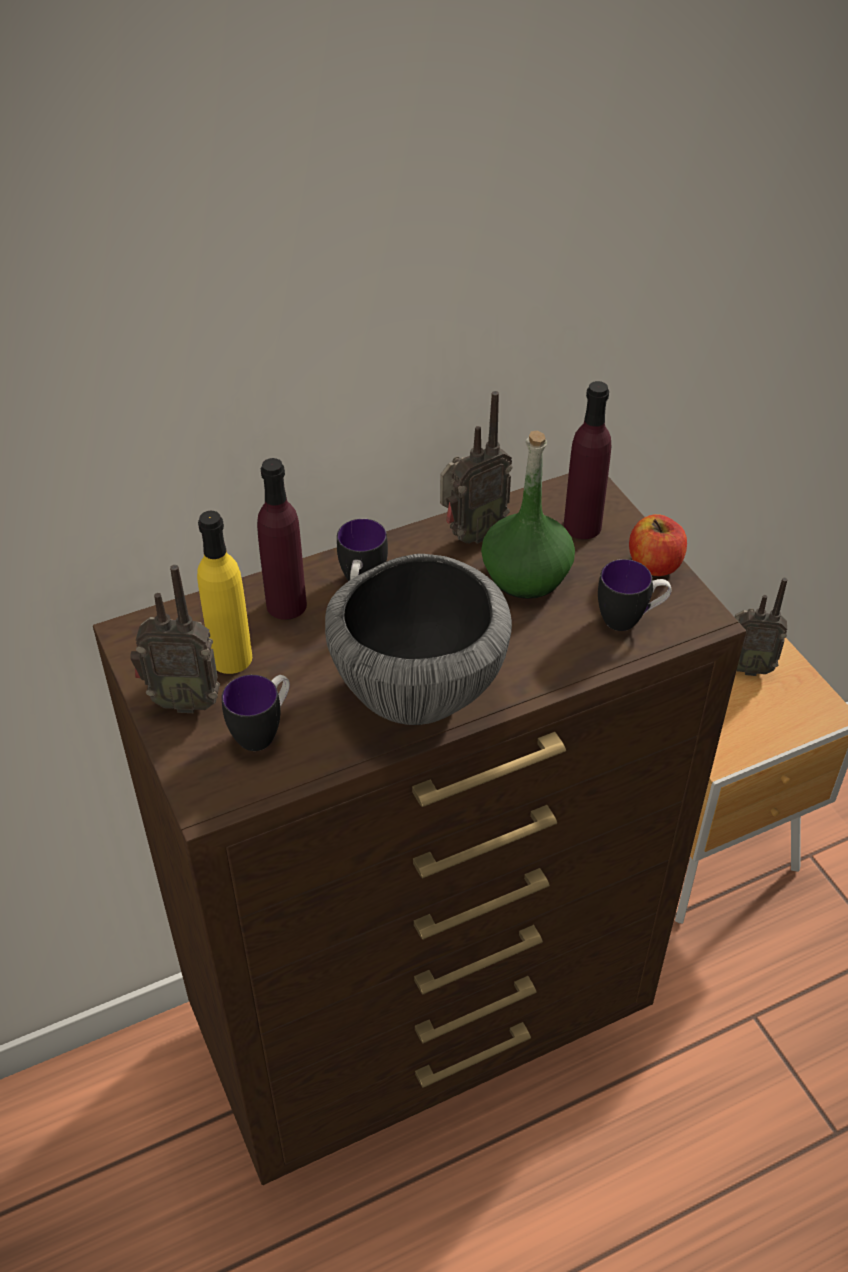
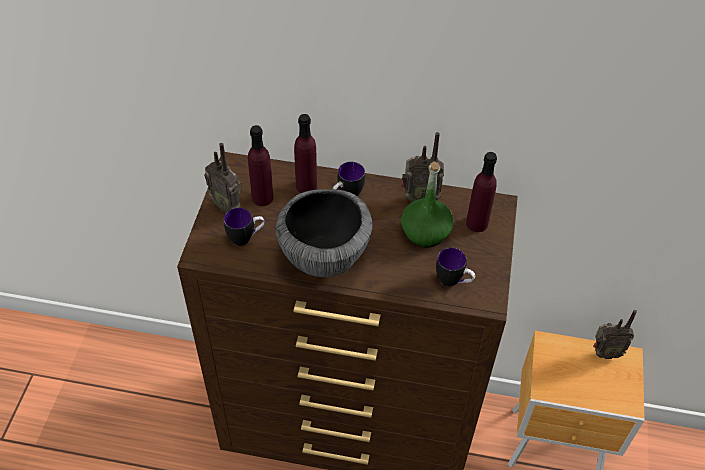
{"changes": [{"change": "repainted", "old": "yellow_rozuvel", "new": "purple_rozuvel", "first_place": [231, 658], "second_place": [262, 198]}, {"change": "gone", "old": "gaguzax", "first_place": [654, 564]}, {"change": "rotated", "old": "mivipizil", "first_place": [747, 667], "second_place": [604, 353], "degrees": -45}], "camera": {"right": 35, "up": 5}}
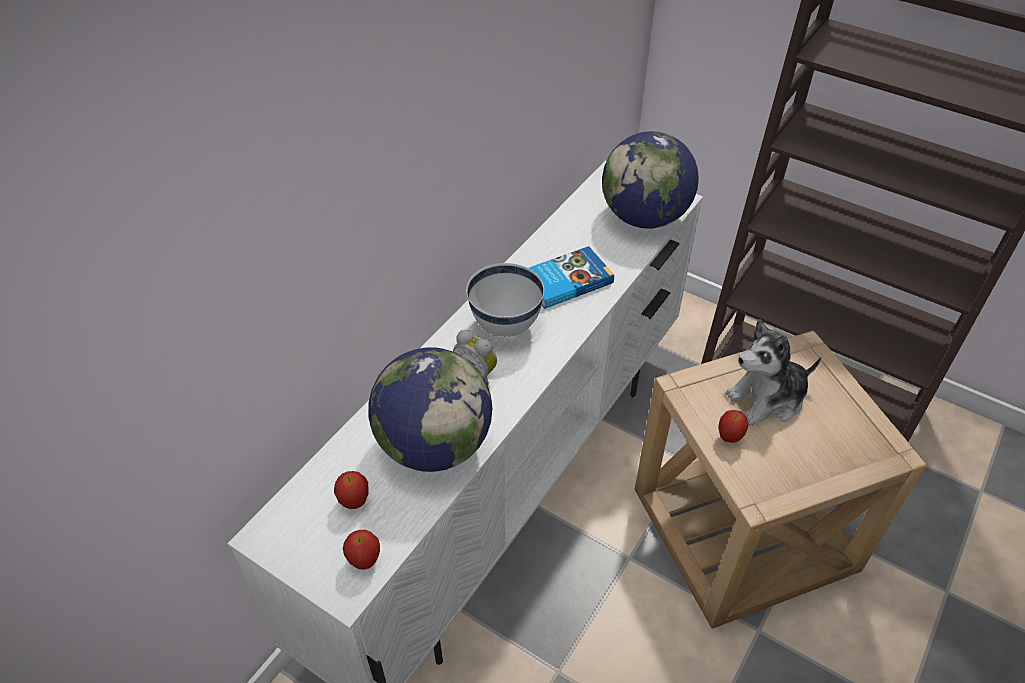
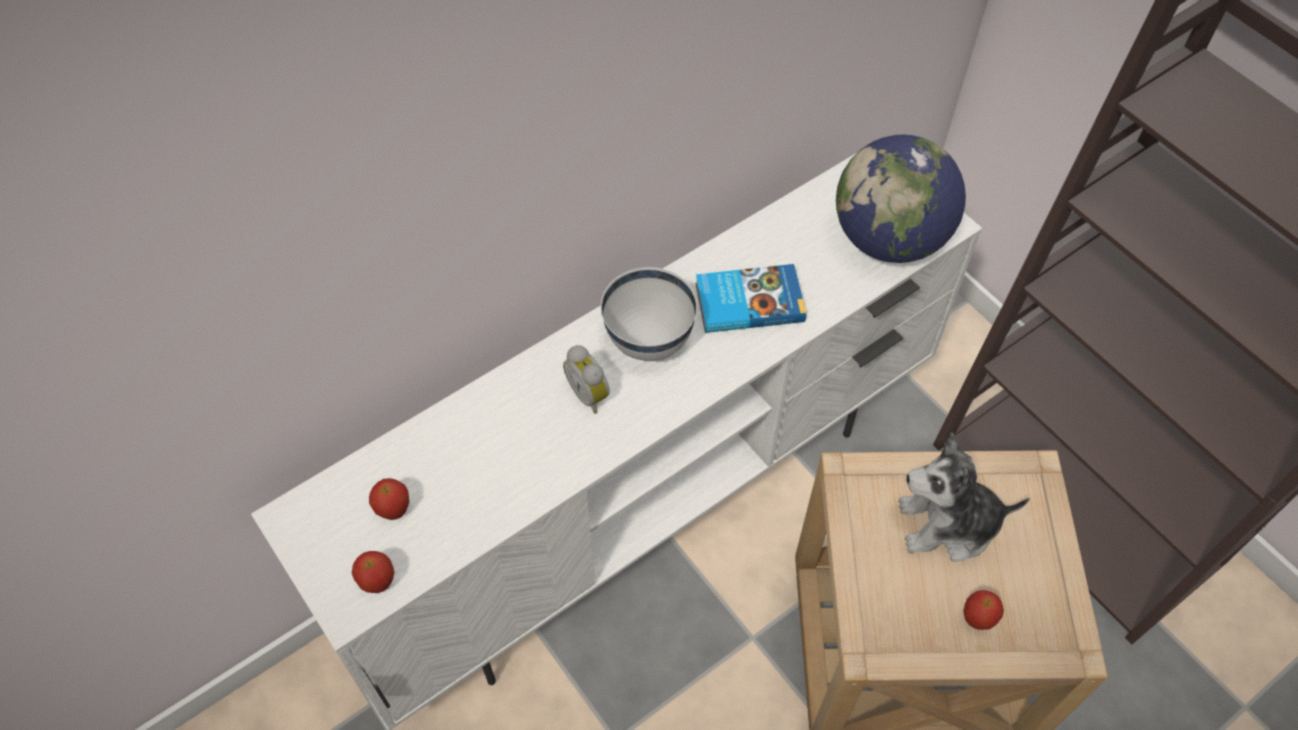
{"changes": [{"change": "gone", "old": "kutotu", "first_place": [434, 445]}, {"change": "shifted", "old": "gaguzax", "first_place": [729, 437], "second_place": [977, 619]}], "camera": {"right": 20, "up": 10}}
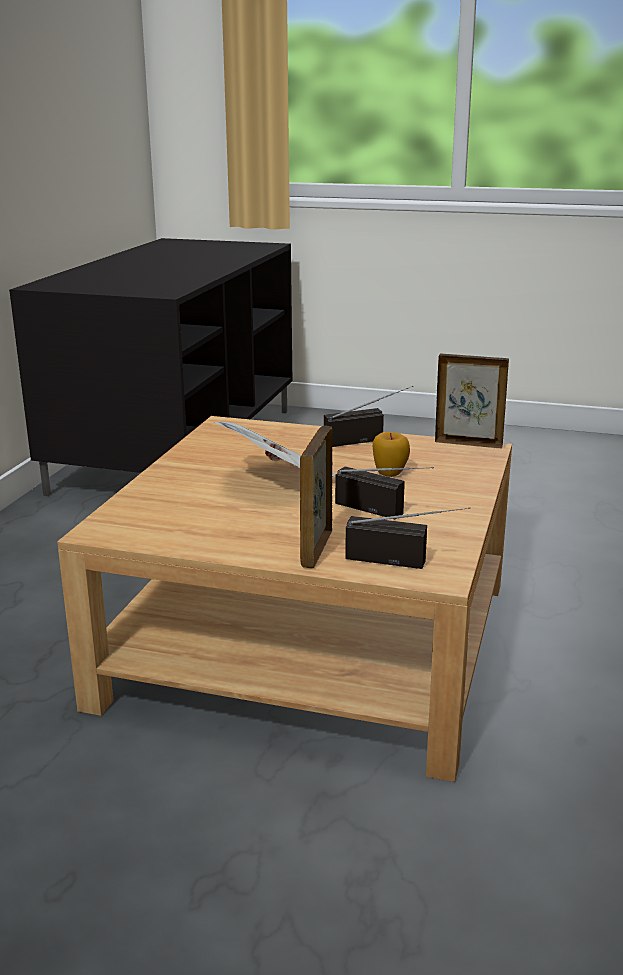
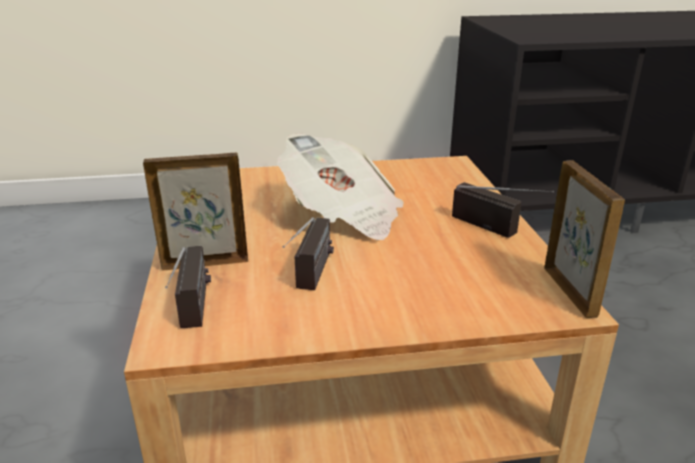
{"changes": [{"change": "gone", "old": "gaguzax", "first_place": [390, 473]}], "camera": {"right": 65, "up": 5}}
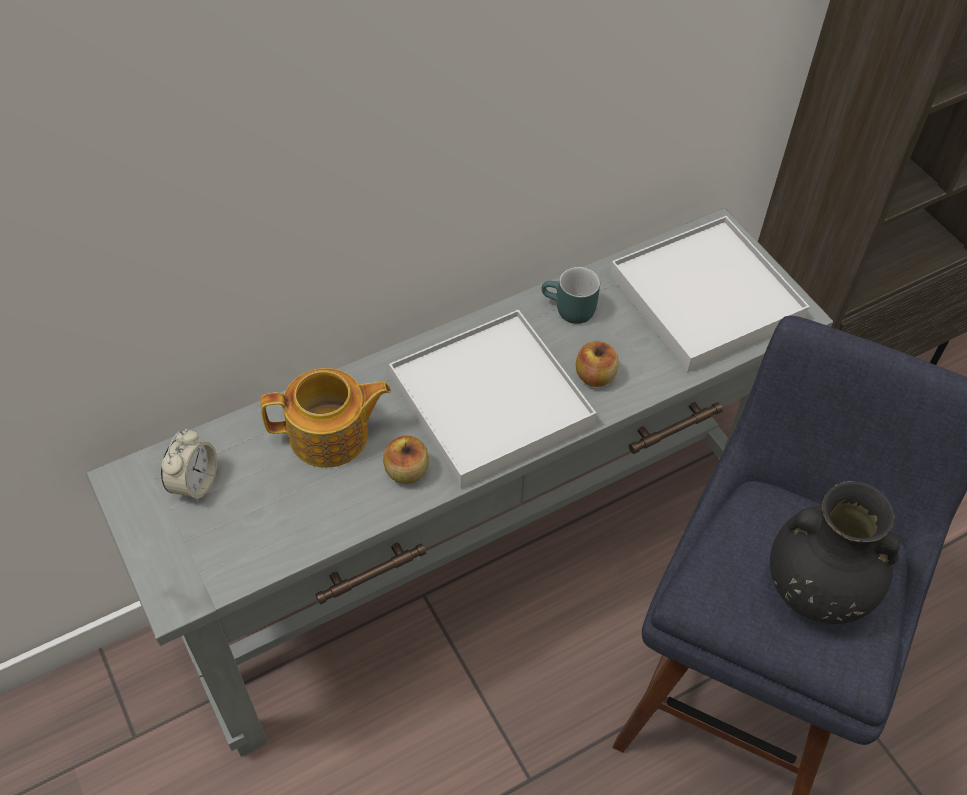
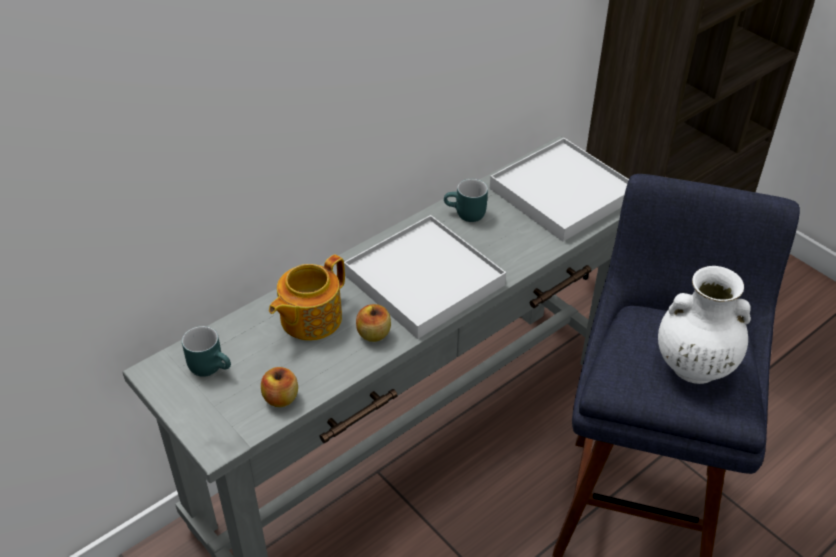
{"changes": [{"change": "shifted", "old": "gaguzax", "first_place": [595, 376], "second_place": [281, 398]}, {"change": "rotated", "old": "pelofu", "first_place": [331, 435], "second_place": [309, 319], "degrees": 150}, {"change": "swapped", "old": "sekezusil", "new": "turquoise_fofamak", "first_place": [195, 483], "second_place": [211, 366]}, {"change": "repainted", "old": "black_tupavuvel", "new": "white_tupavuvel", "first_place": [814, 590], "second_place": [692, 366]}], "camera": {"right": -10, "up": -10}}
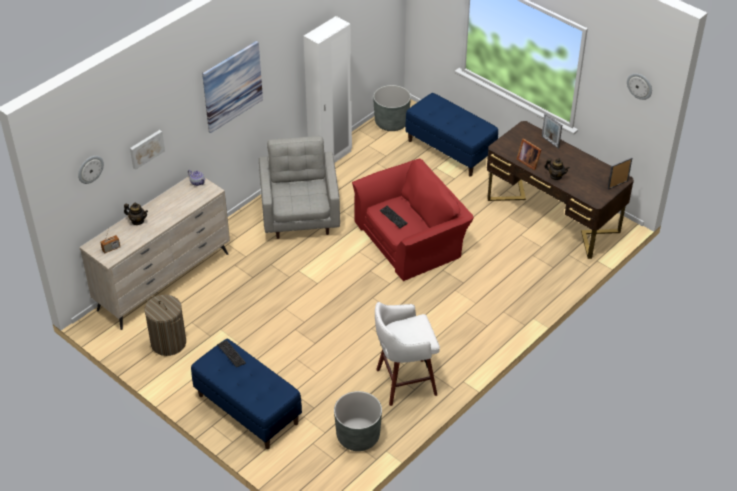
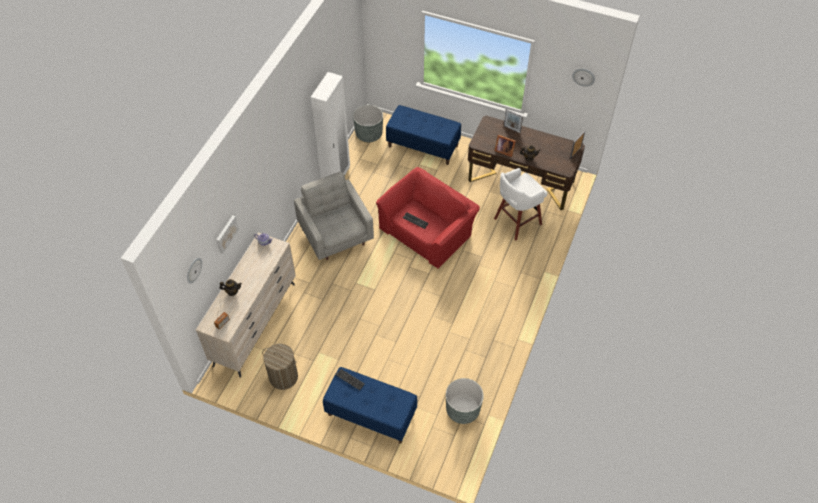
{"changes": [{"change": "gone", "old": "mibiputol", "first_place": [232, 86]}, {"change": "shifted", "old": "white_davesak", "first_place": [404, 382], "second_place": [516, 222]}], "camera": {"right": -20, "up": 10}}
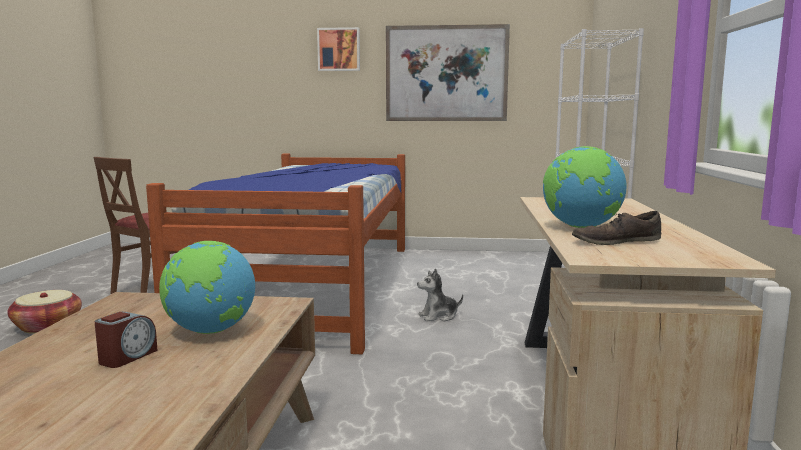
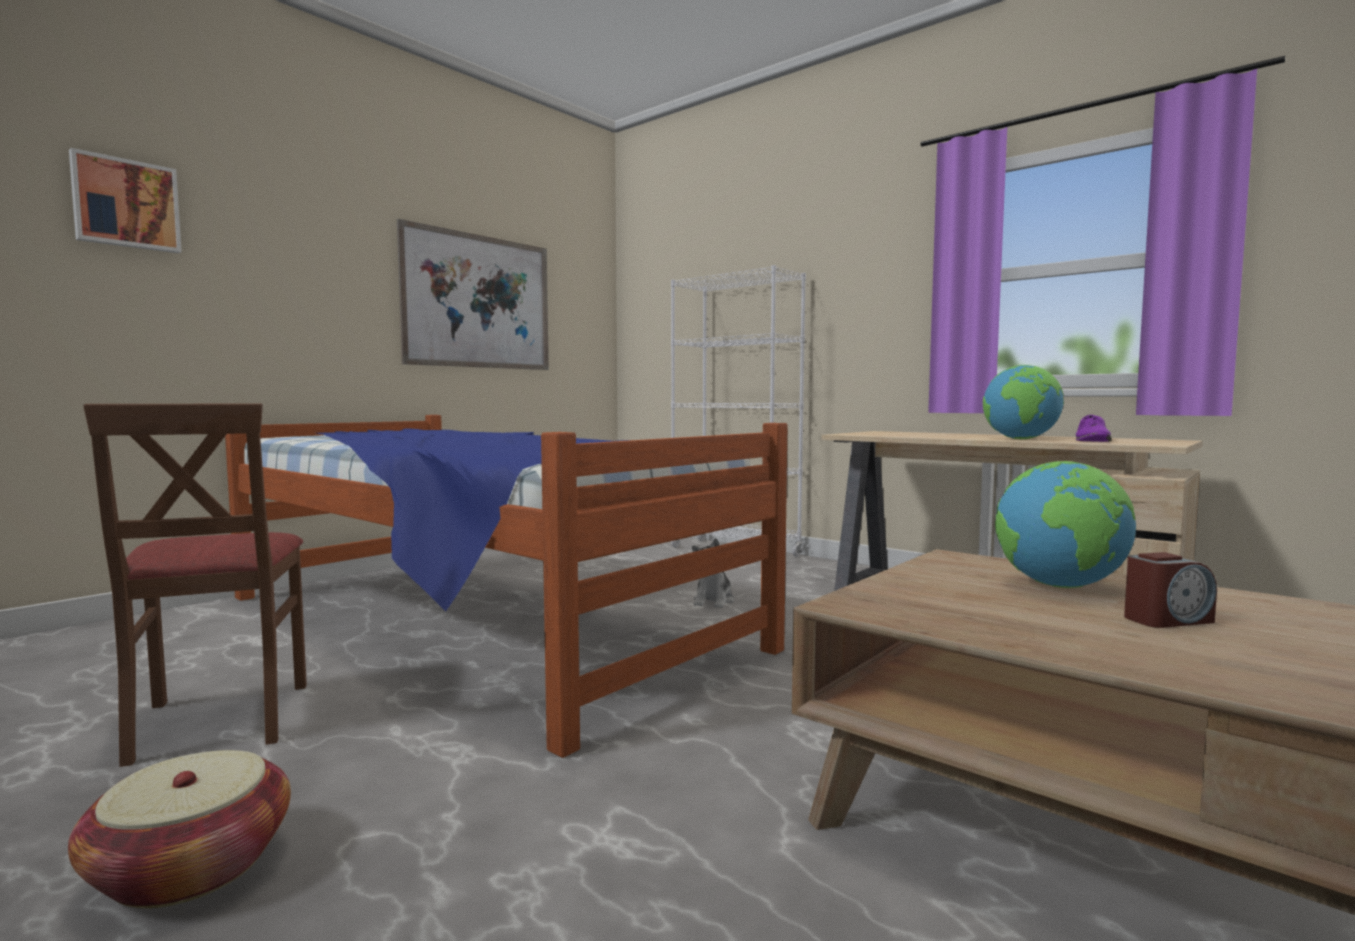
{"changes": [{"change": "shifted", "old": "mibiputol", "first_place": [339, 49], "second_place": [126, 204]}, {"change": "repainted", "old": "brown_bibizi", "new": "purple_bibizi", "first_place": [615, 241], "second_place": [1092, 440]}, {"change": "rotated", "old": "sekezusil", "first_place": [127, 357], "second_place": [1167, 620], "degrees": 105}], "camera": {"right": -55, "up": -5}}
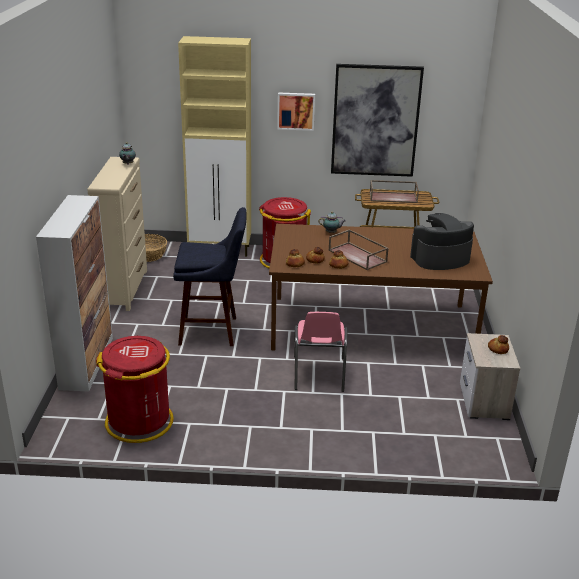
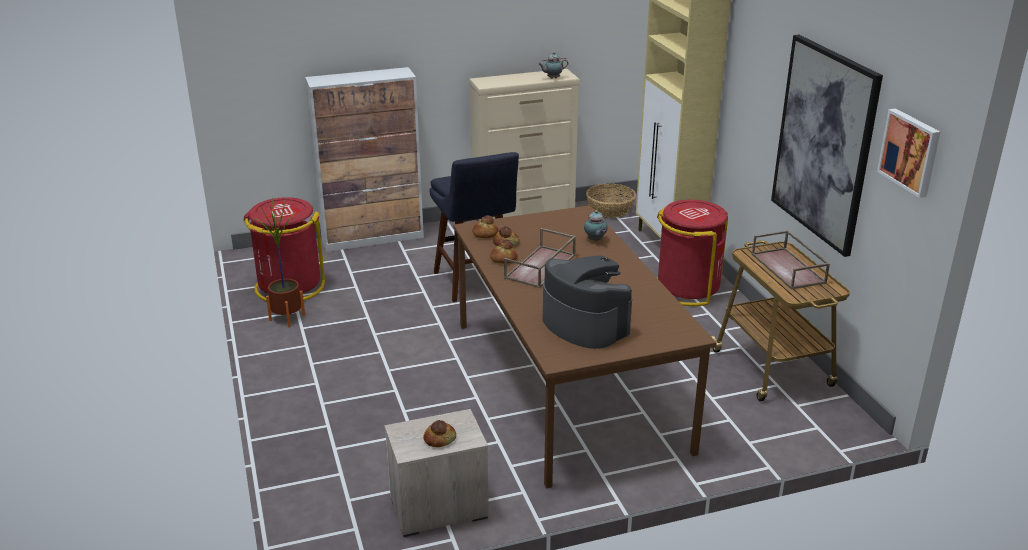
{"changes": [{"change": "shifted", "old": "mibiputol", "first_place": [296, 111], "second_place": [910, 152]}, {"change": "gone", "old": "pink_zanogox", "first_place": [318, 374]}, {"change": "new", "new": "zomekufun", "second_place": [287, 317]}], "camera": {"right": 70, "up": 0}}
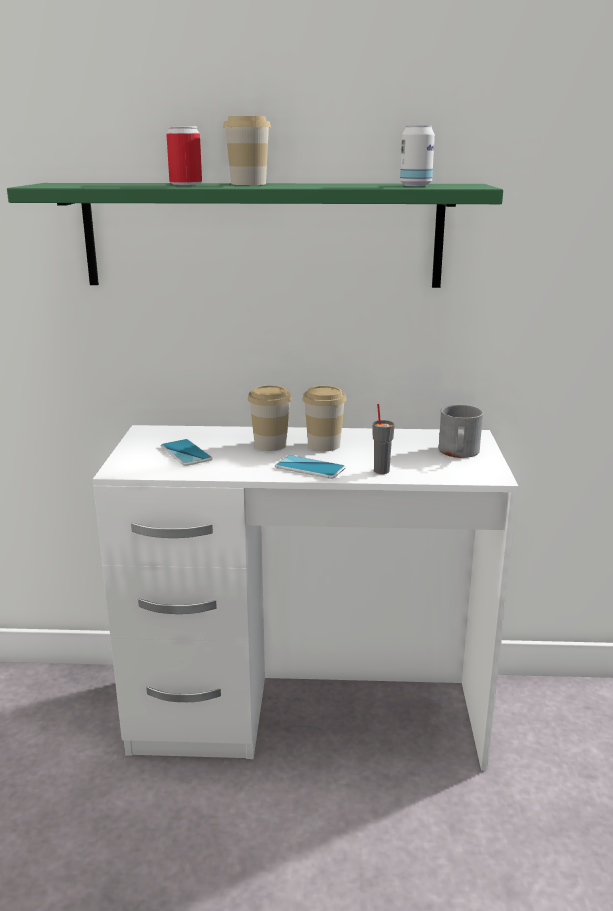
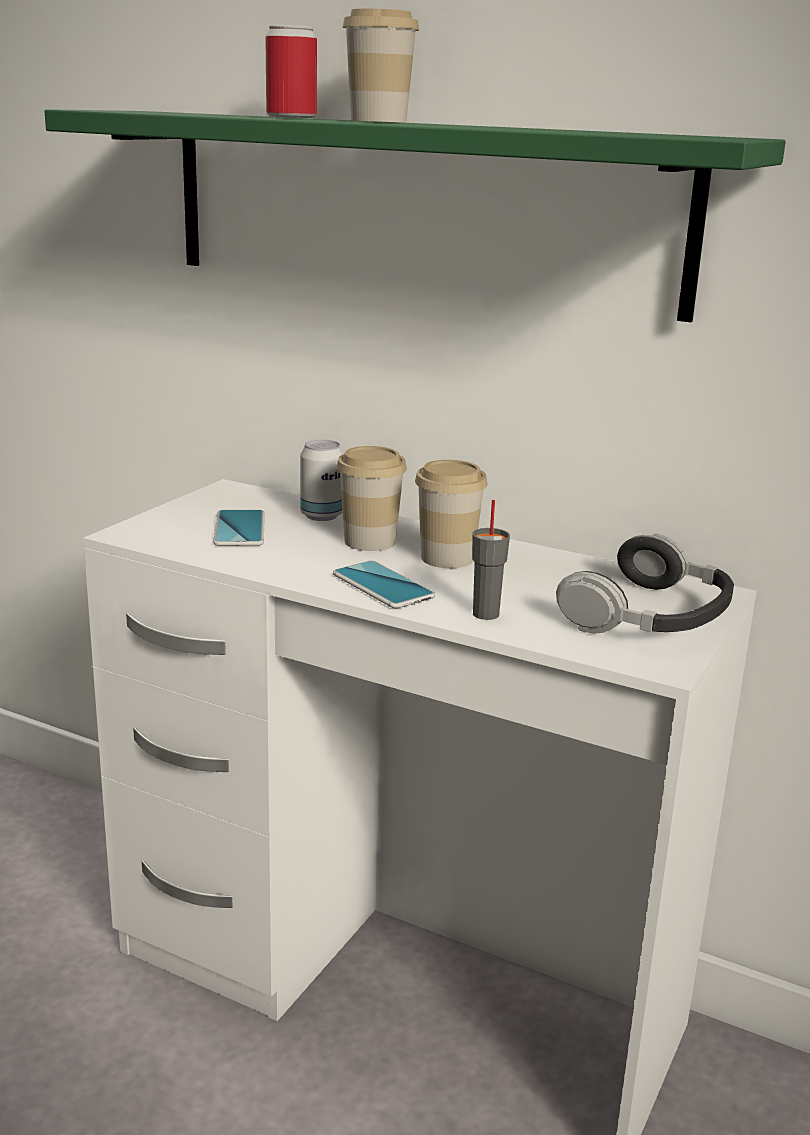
{"changes": [{"change": "shifted", "old": "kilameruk", "first_place": [415, 185], "second_place": [321, 516]}, {"change": "swapped", "old": "grey_fofamak", "new": "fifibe", "first_place": [458, 453], "second_place": [650, 615]}], "camera": {"right": 25, "up": 0}}
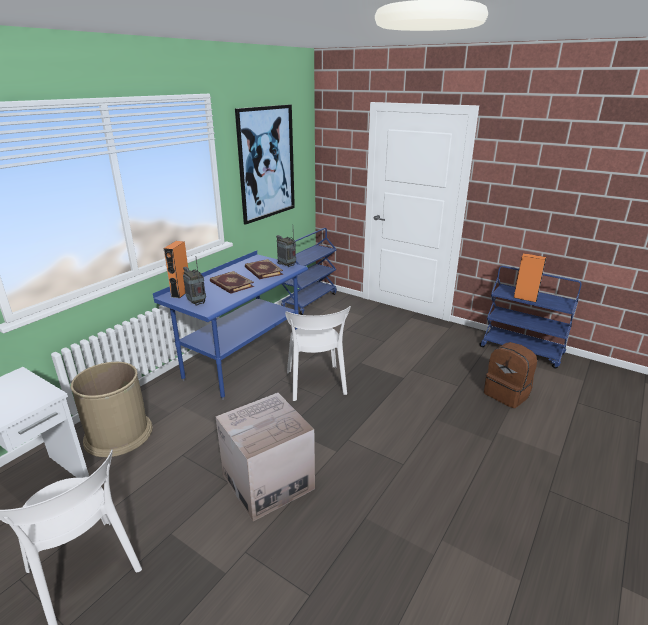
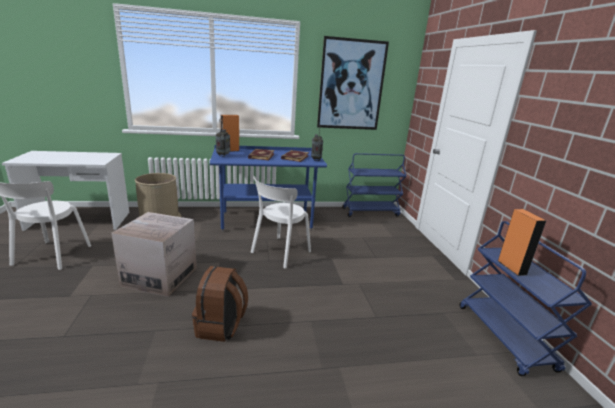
{"changes": [{"change": "shifted", "old": "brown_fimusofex", "first_place": [507, 394], "second_place": [221, 326]}], "camera": {"right": 45, "up": -5}}
